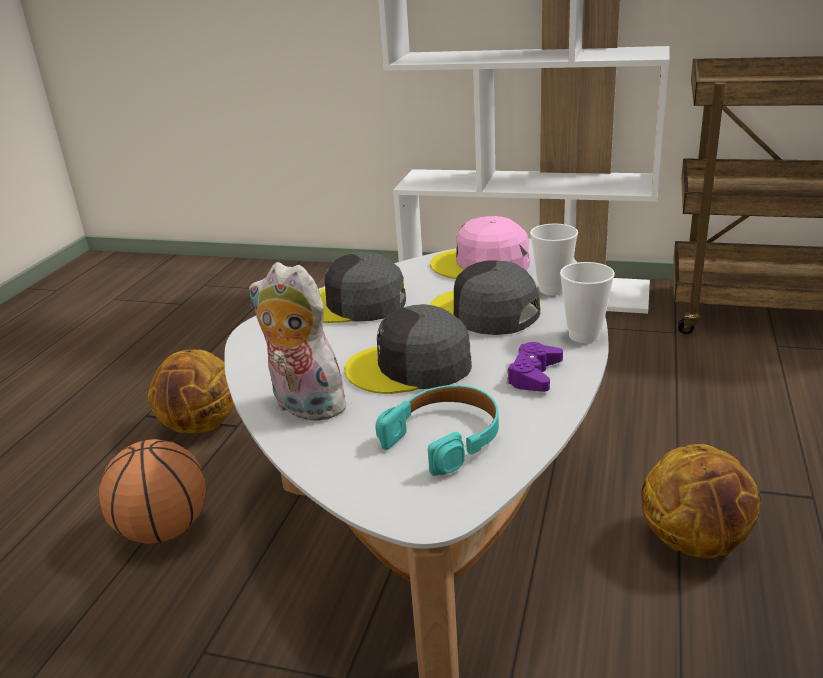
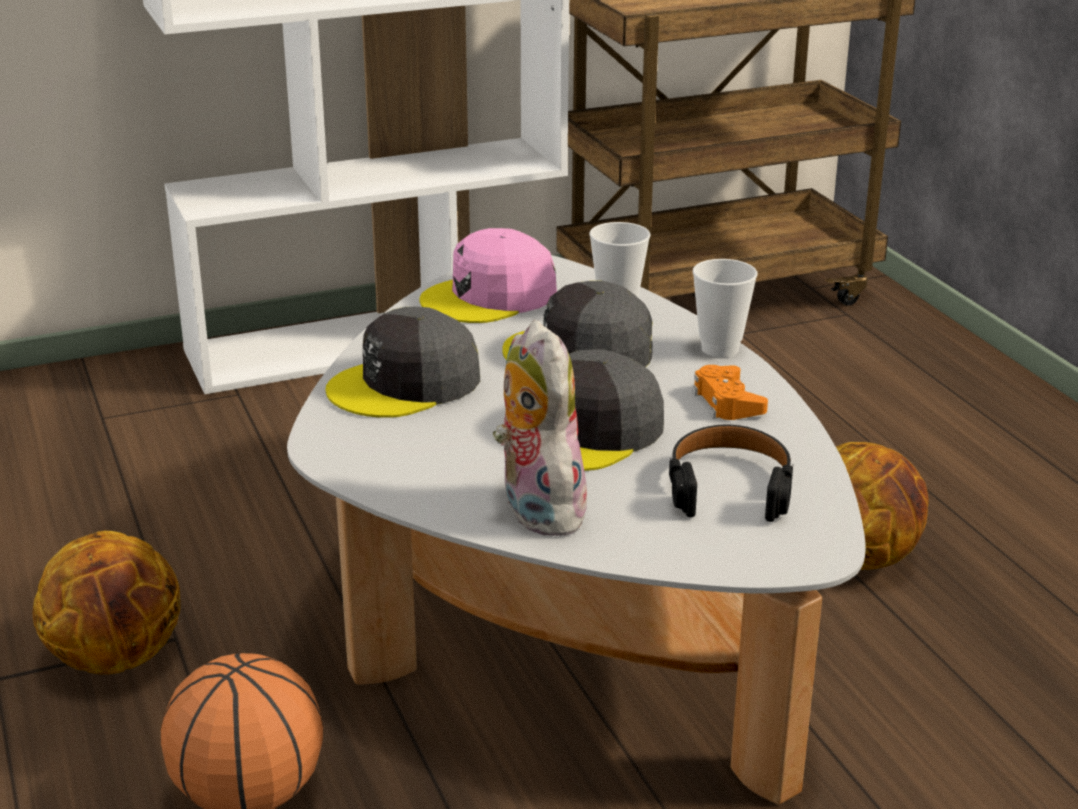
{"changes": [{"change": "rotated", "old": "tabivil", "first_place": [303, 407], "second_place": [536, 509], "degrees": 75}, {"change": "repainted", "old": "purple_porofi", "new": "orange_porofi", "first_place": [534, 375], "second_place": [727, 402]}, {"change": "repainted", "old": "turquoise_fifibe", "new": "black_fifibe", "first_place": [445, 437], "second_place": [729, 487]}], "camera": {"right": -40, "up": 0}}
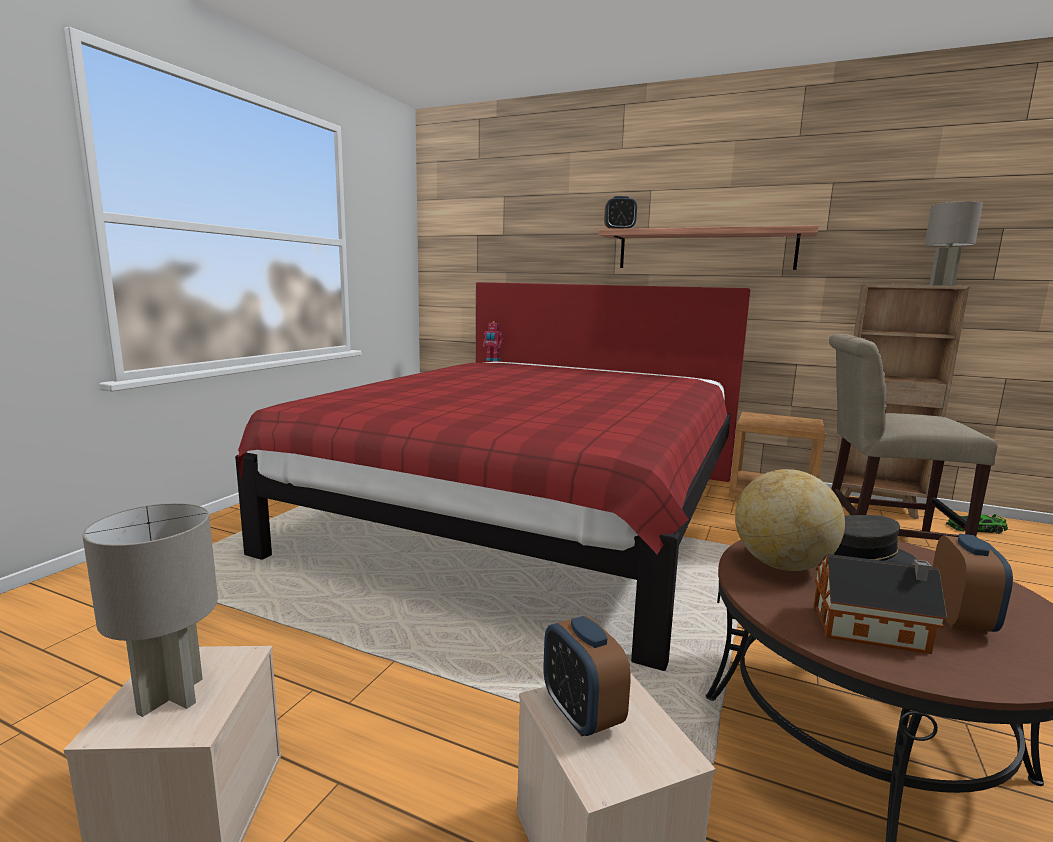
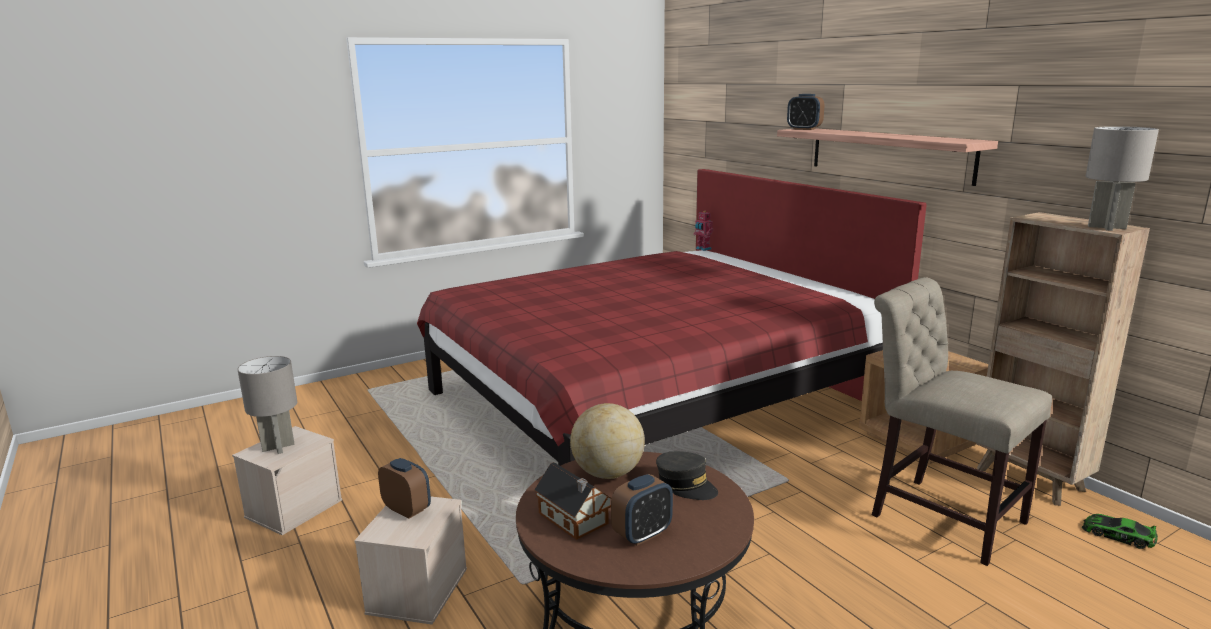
{"changes": [{"change": "rotated", "old": "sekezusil", "first_place": [581, 714], "second_place": [407, 509], "degrees": 120}], "camera": {"right": 35, "up": 5}}
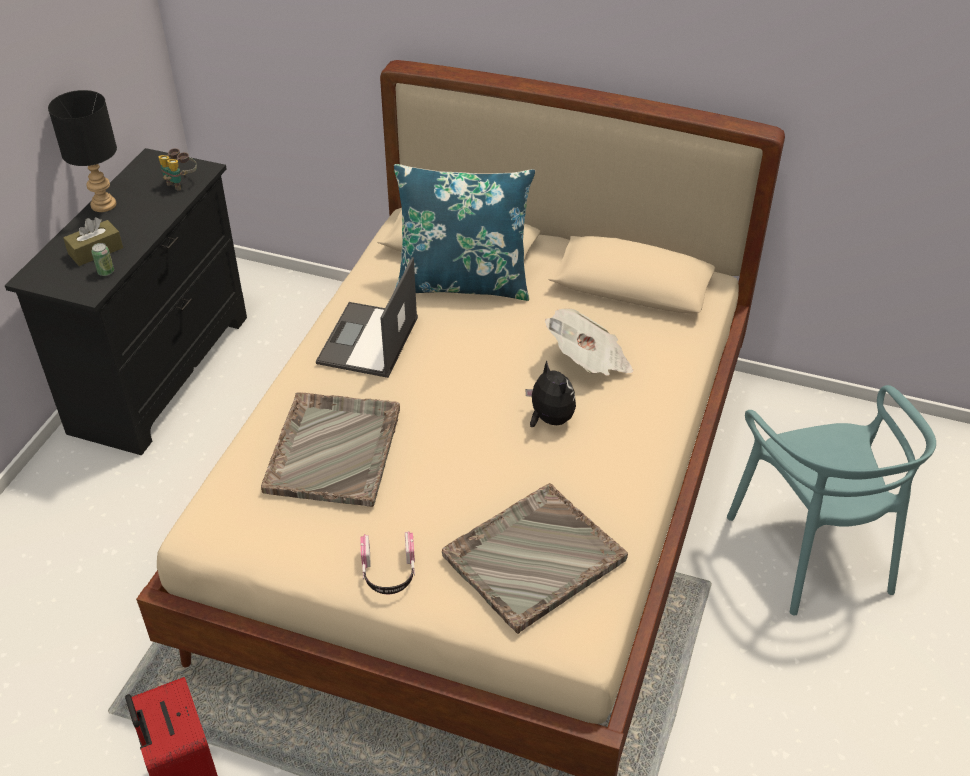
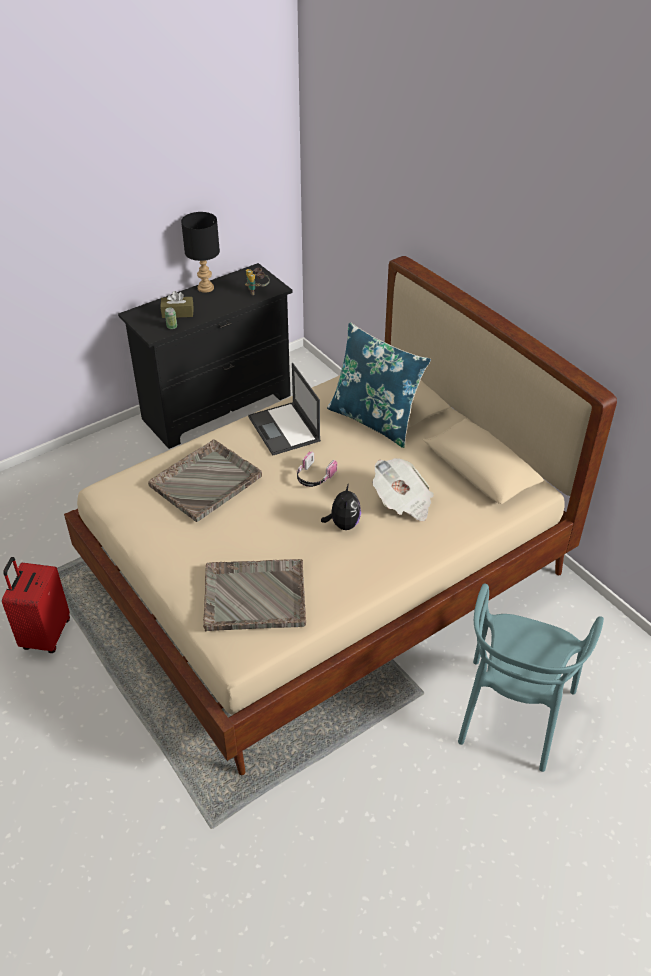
{"changes": [{"change": "rotated", "old": "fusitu", "first_place": [368, 341], "second_place": [284, 429], "degrees": -75}, {"change": "shifted", "old": "fifibe", "first_place": [389, 572], "second_place": [314, 477]}], "camera": {"right": 35, "up": 0}}
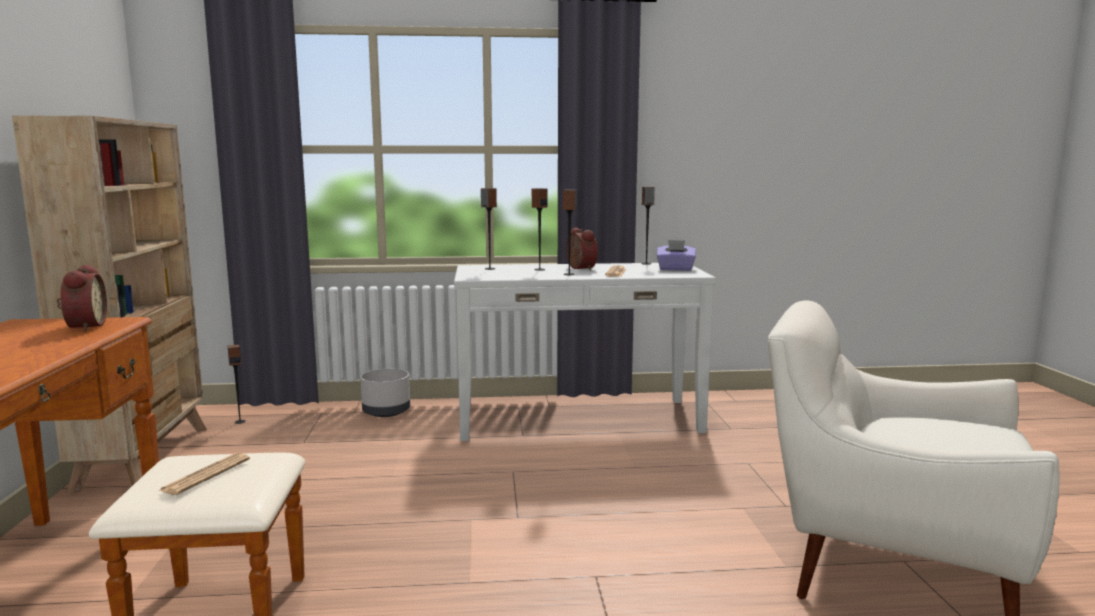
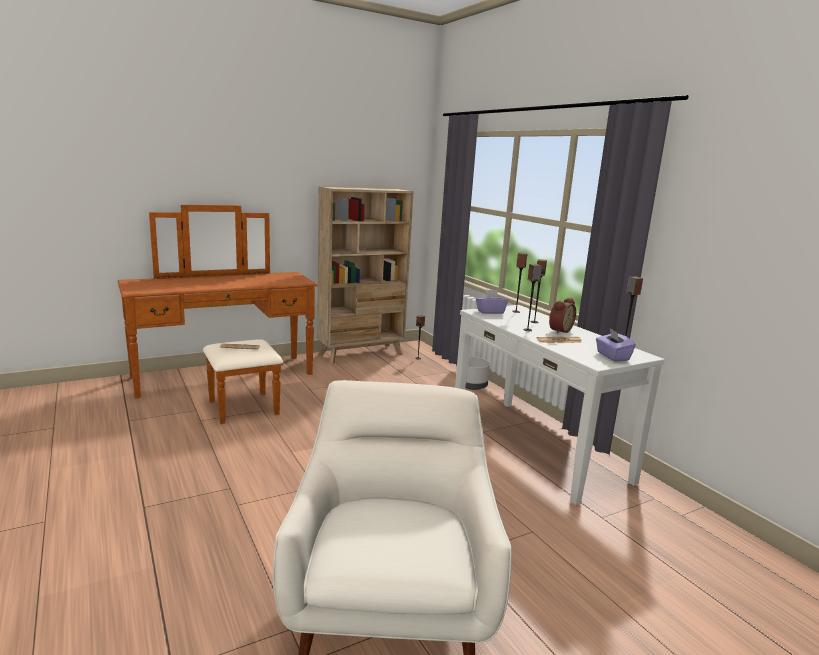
{"changes": [{"change": "gone", "old": "sekezusil", "first_place": [83, 326]}, {"change": "new", "new": "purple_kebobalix", "second_place": [490, 312]}], "camera": {"right": 65, "up": 5}}
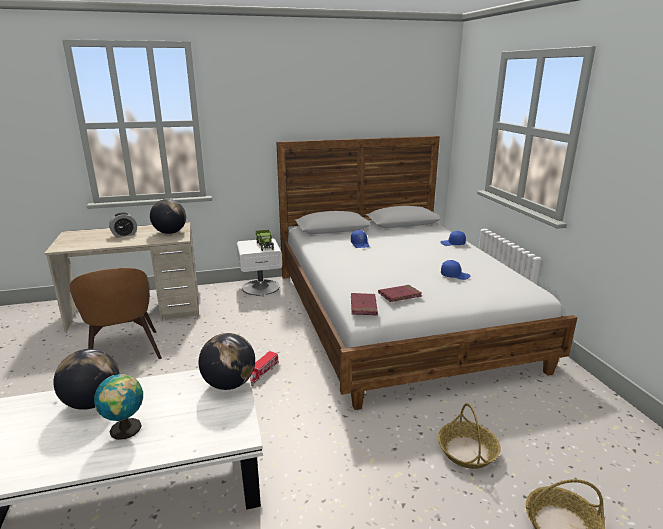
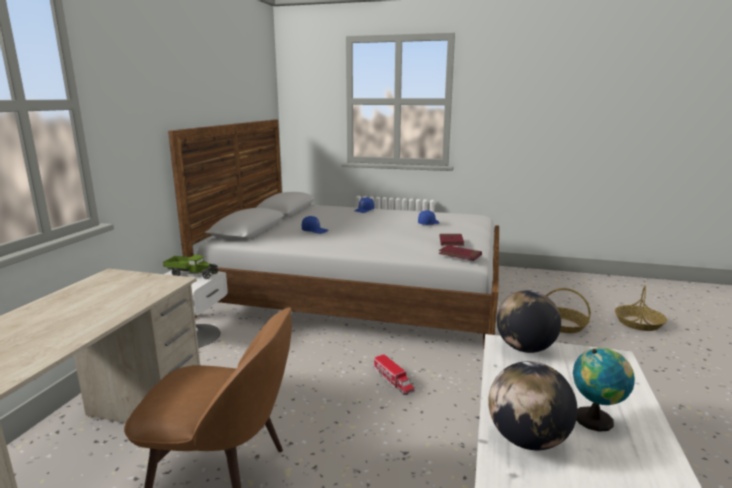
{"changes": [{"change": "gone", "old": "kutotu", "first_place": [170, 233]}, {"change": "gone", "old": "sekezusil", "first_place": [124, 235]}], "camera": {"right": -60, "up": -5}}
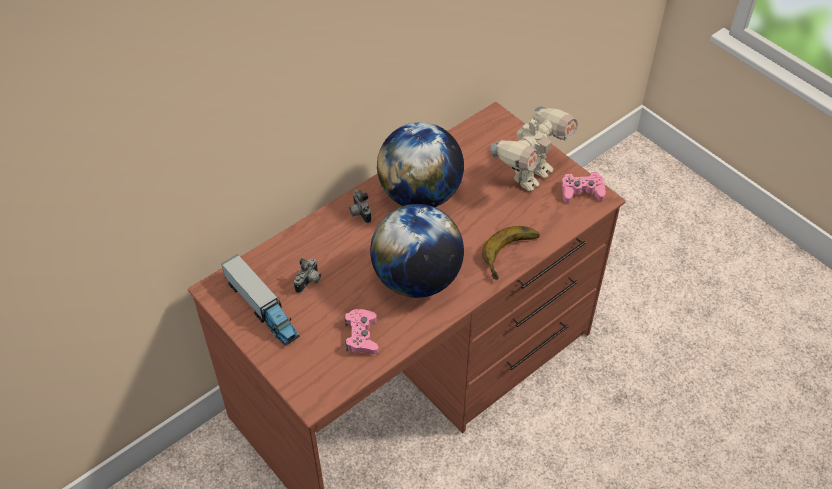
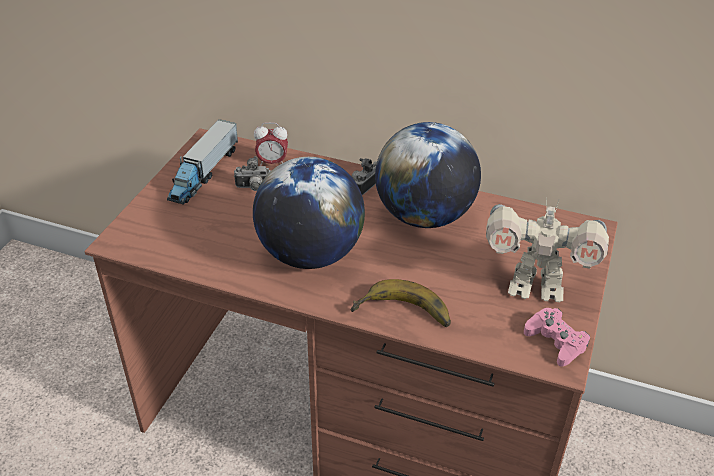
{"changes": [{"change": "gone", "old": "pink_porofi", "first_place": [361, 336]}, {"change": "new", "new": "sekezusil", "second_place": [272, 162]}], "camera": {"right": 60, "up": -10}}
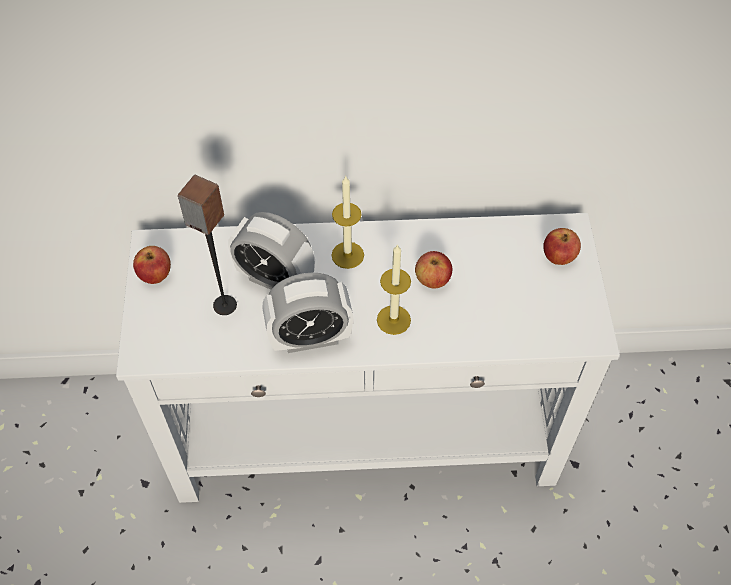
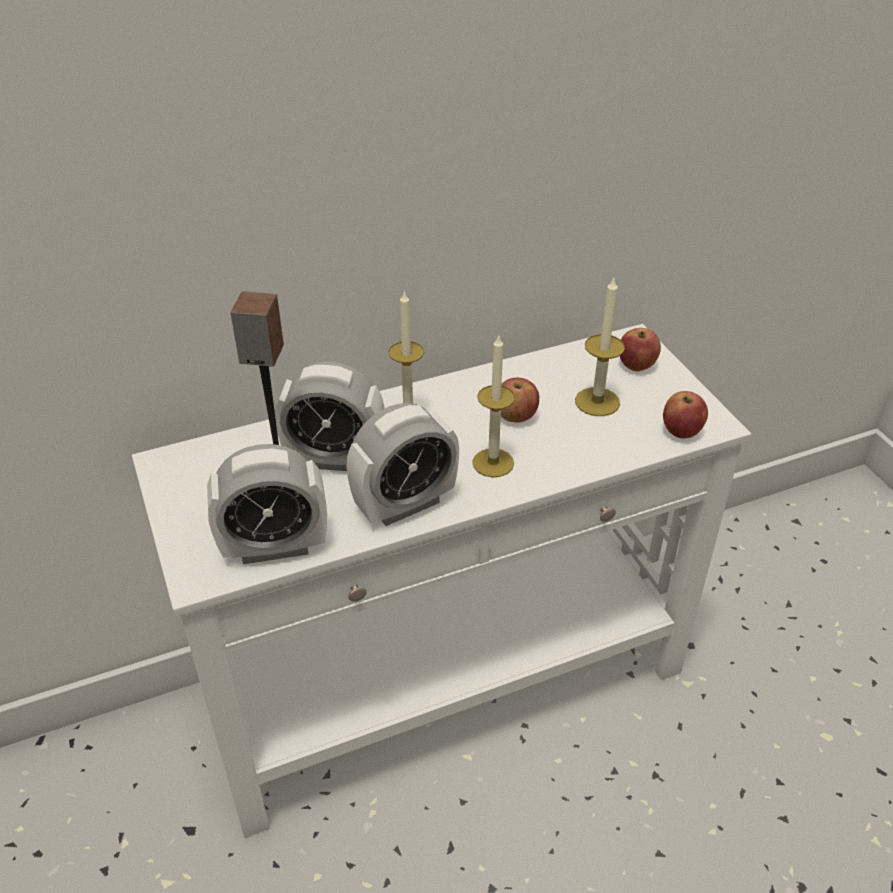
{"changes": [{"change": "shifted", "old": "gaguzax", "first_place": [156, 275], "second_place": [681, 431]}, {"change": "new", "new": "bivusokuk", "second_place": [597, 402]}, {"change": "new", "new": "sekezusil", "second_place": [274, 547]}], "camera": {"right": -20, "up": -15}}
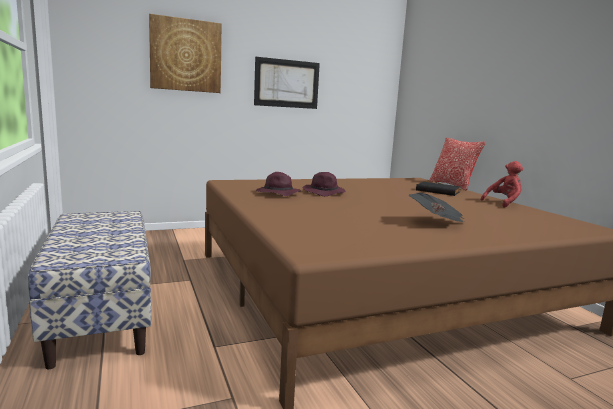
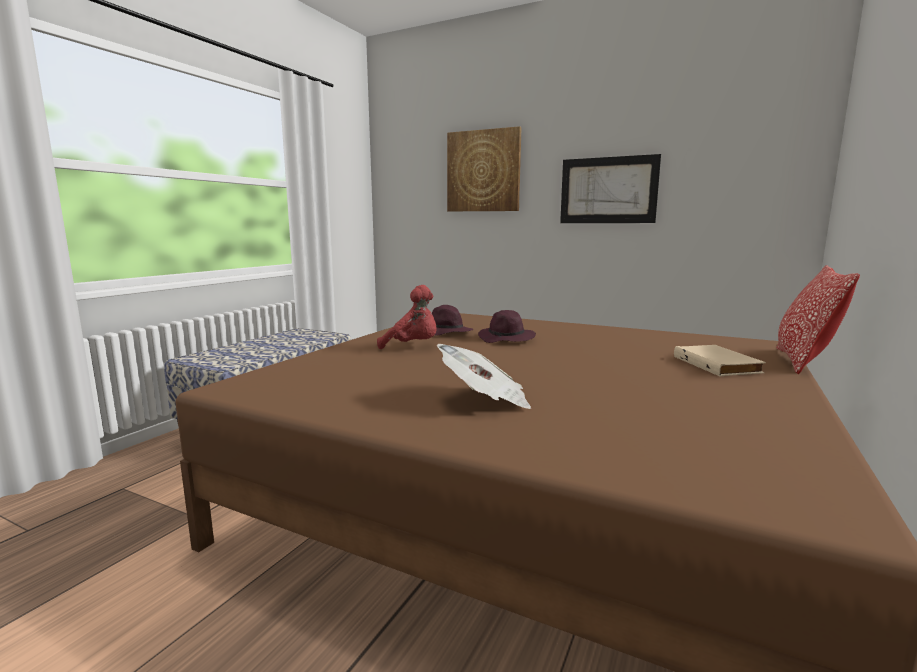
{"changes": [{"change": "shifted", "old": "red_tabivil", "first_place": [503, 203], "second_place": [413, 346]}, {"change": "repainted", "old": "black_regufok", "new": "beige_regufok", "first_place": [438, 191], "second_place": [718, 365]}], "camera": {"right": 50, "up": 0}}
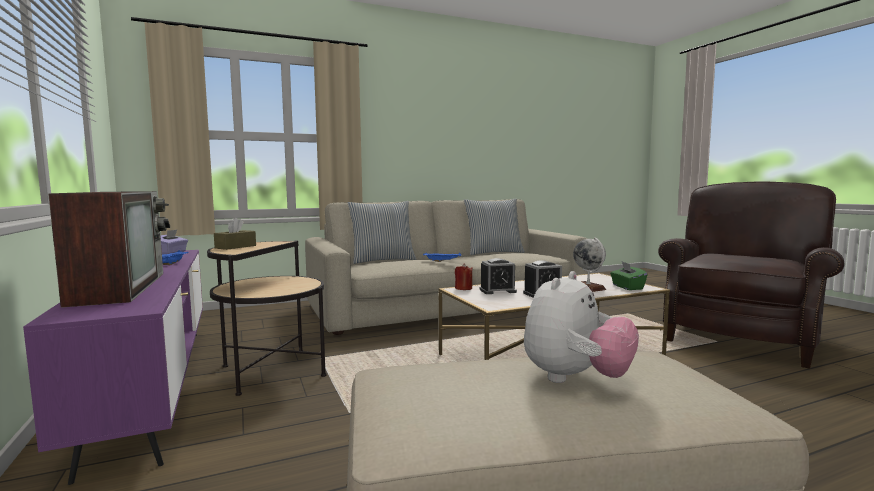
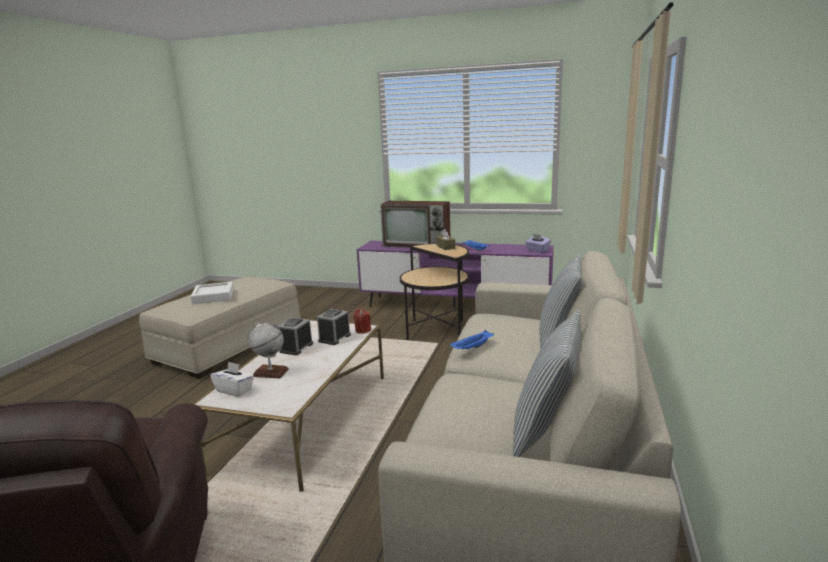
{"changes": [{"change": "repainted", "old": "green_kebobalix", "new": "white_kebobalix", "first_place": [627, 287], "second_place": [234, 390]}, {"change": "swapped", "old": "tabivil", "new": "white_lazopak", "first_place": [575, 379], "second_place": [213, 296]}], "camera": {"right": 130, "up": 10}}
